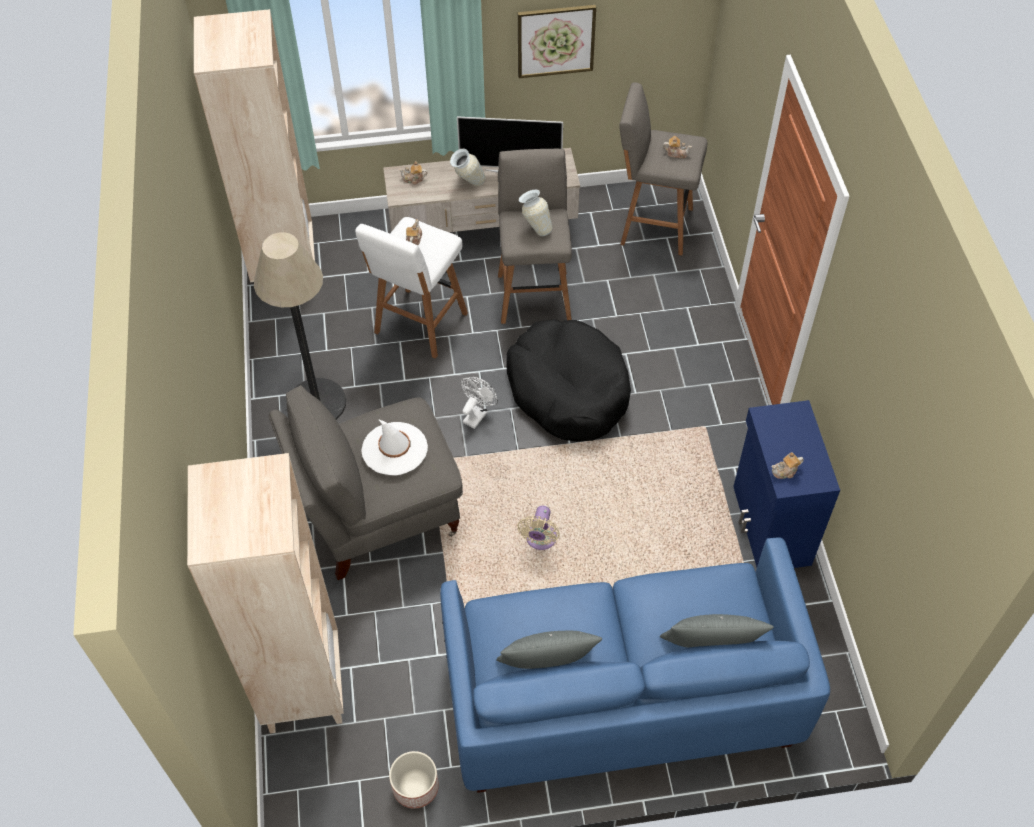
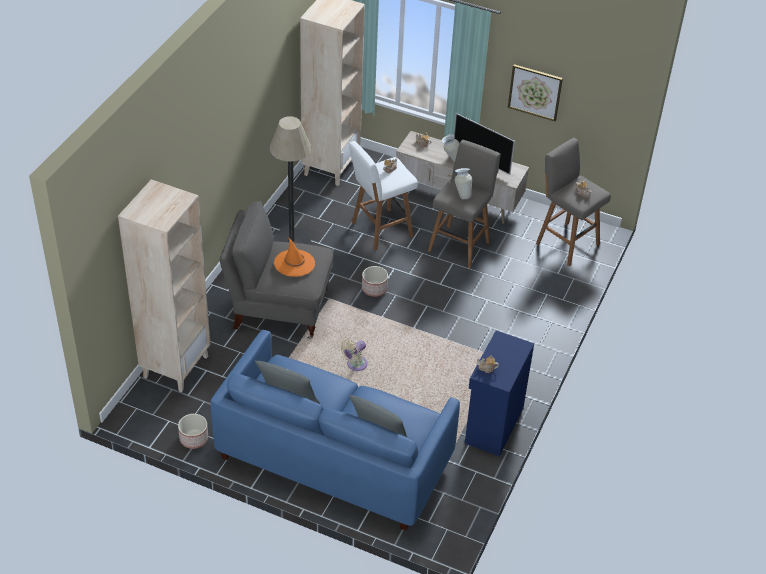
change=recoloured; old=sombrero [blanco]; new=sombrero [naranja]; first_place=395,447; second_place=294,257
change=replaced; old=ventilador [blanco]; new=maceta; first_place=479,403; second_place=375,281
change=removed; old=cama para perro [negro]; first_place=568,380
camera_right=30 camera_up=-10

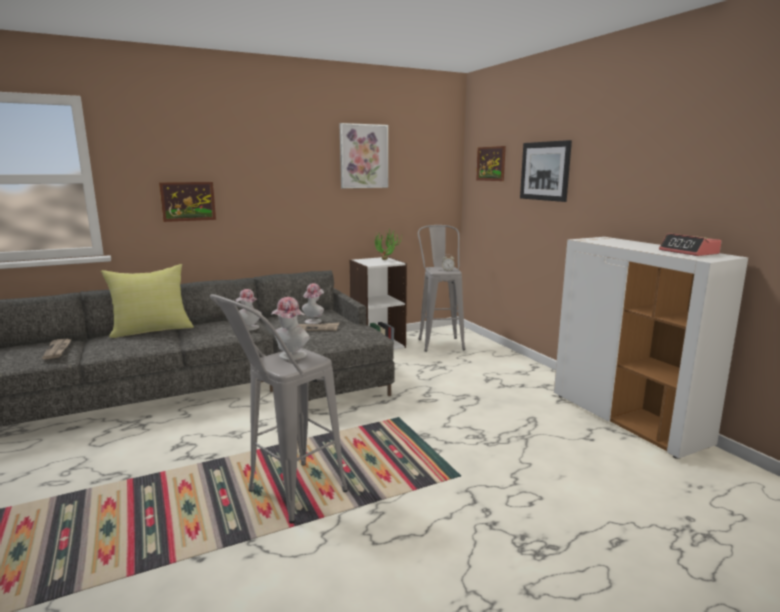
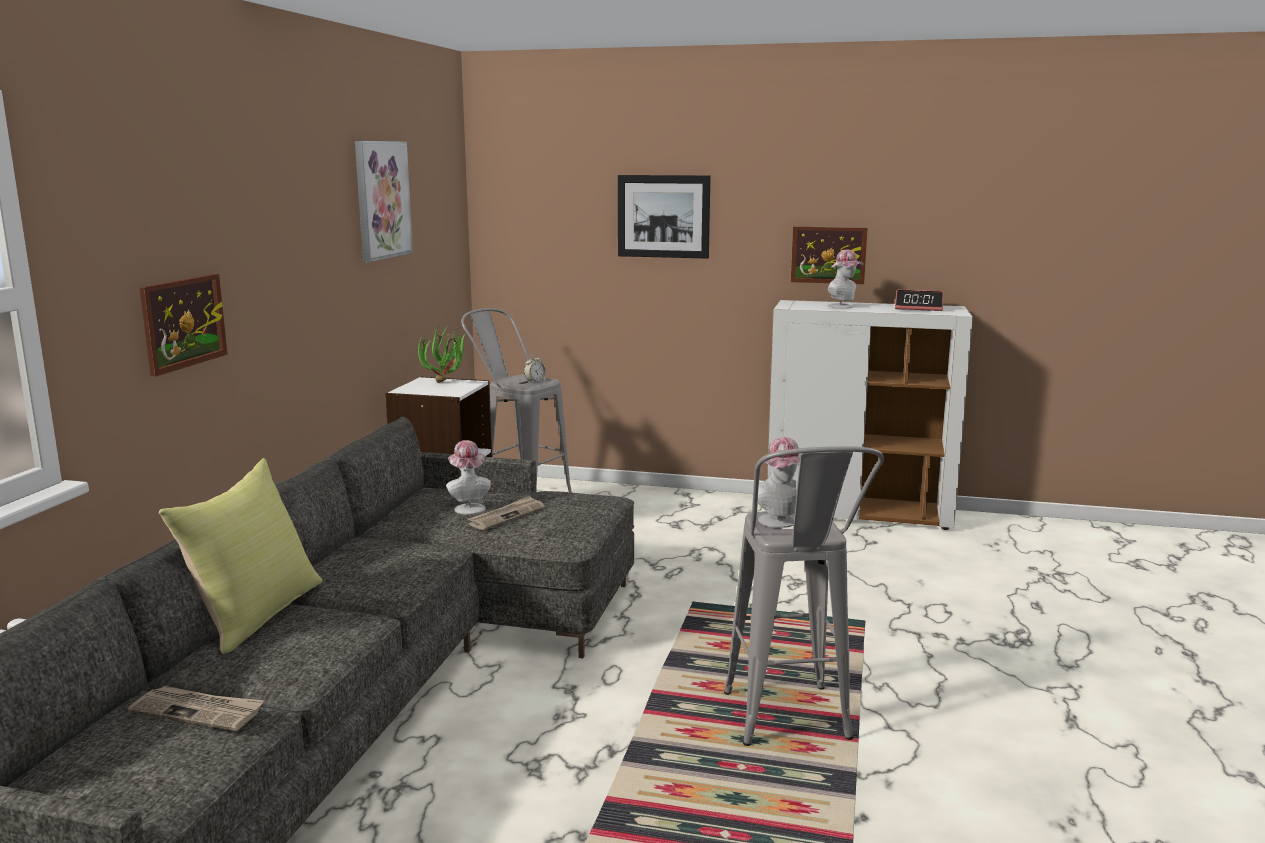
change=moved; old=cuadro; first_place=491,163; second_place=829,255
change=moved; old=sombrero; first_place=249,310; second_place=846,279
camera_right=-50 camera_up=0

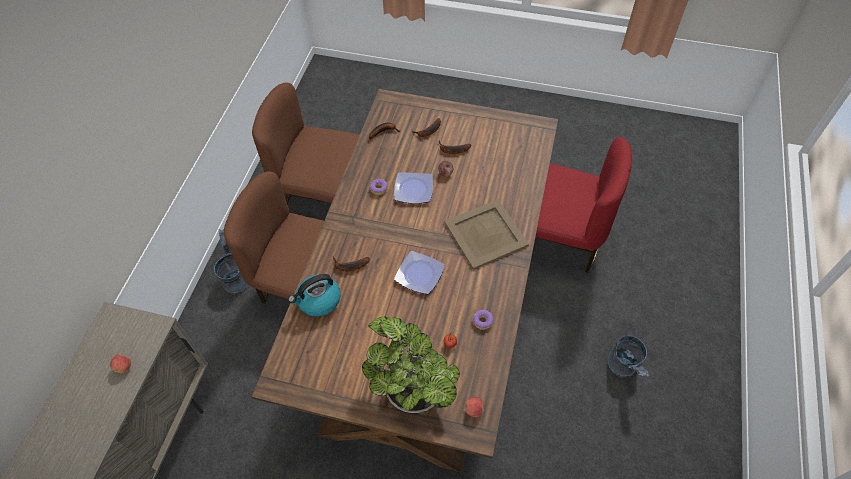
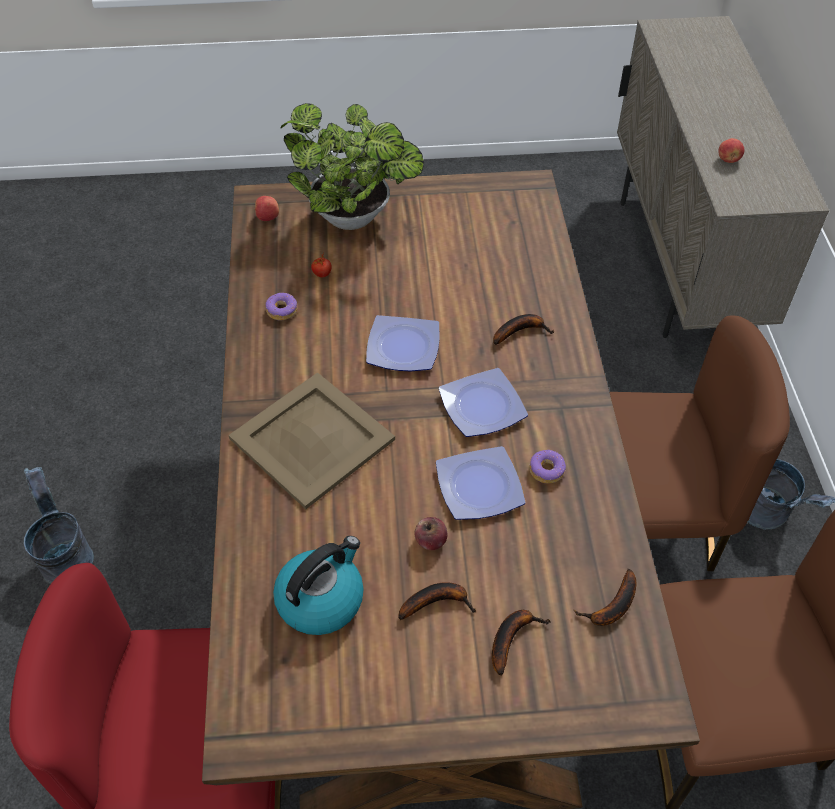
change=moved; old=hervidor; first_place=314,295; second_place=318,585
change=added; new=plato; second_place=483,402
camera_right=160 camera_up=-5

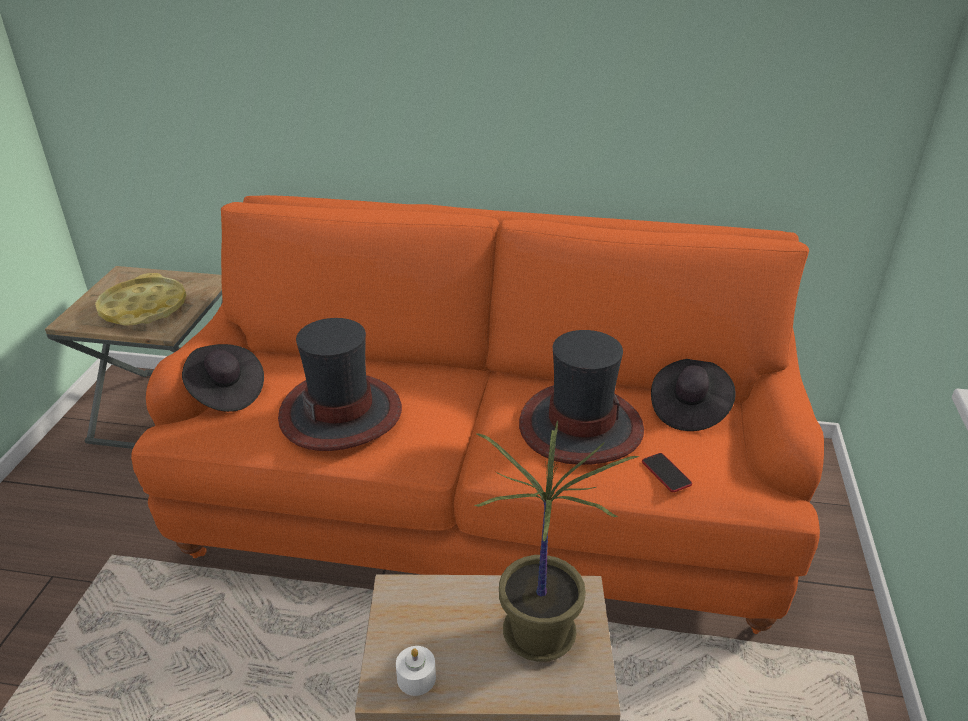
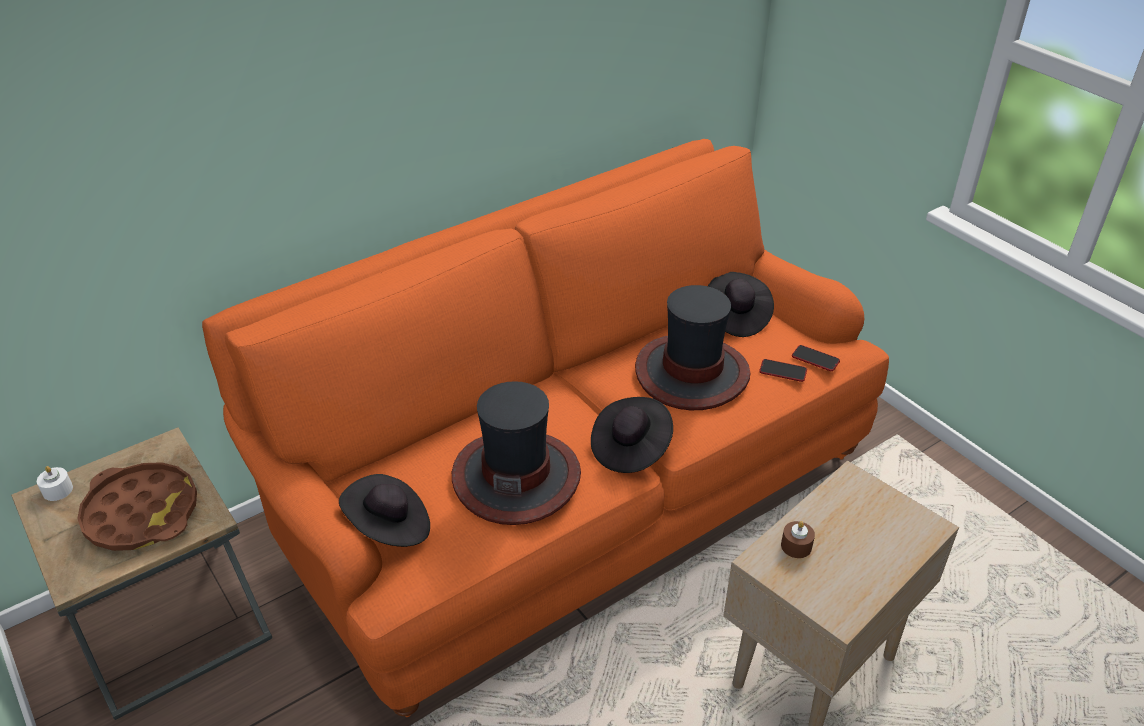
change=moved; old=vela [blanco]; first_place=416,671; second_place=55,483
change=recoloured; old=bandeja [amarillo]; new=bandeja [marrón]; first_place=140,299; second_place=137,506
change=added; new=sombrero [negro]; second_place=632,435
change=added; new=vela [marrón]; second_place=798,539
change=added; new=móvil; second_place=816,358
change=removed; old=planta en maceta; first_place=556,541
camera_right=-45 camera_up=5

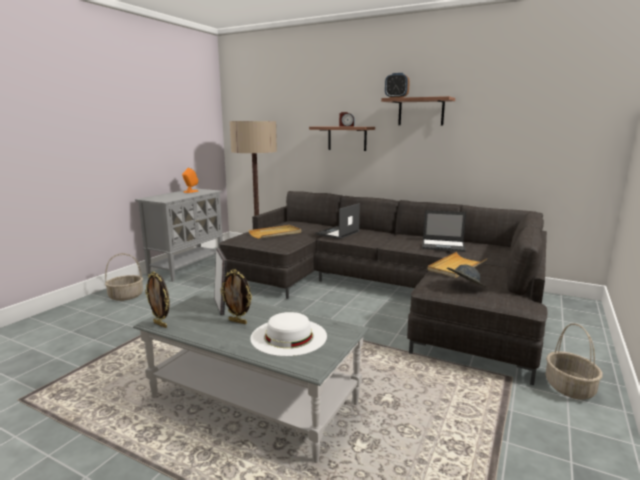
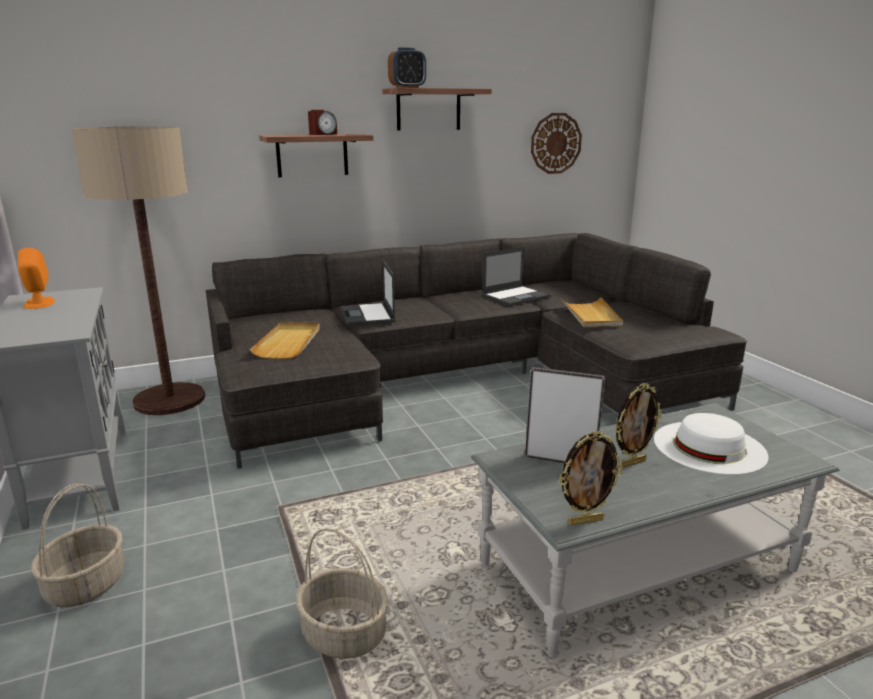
change=moved; old=cesta; first_place=574,361; second_place=342,593
change=added; new=reloj de pared; second_place=556,143
change=removed; old=sombrero [gris]; first_place=466,275
camera_right=-50 camera_up=5

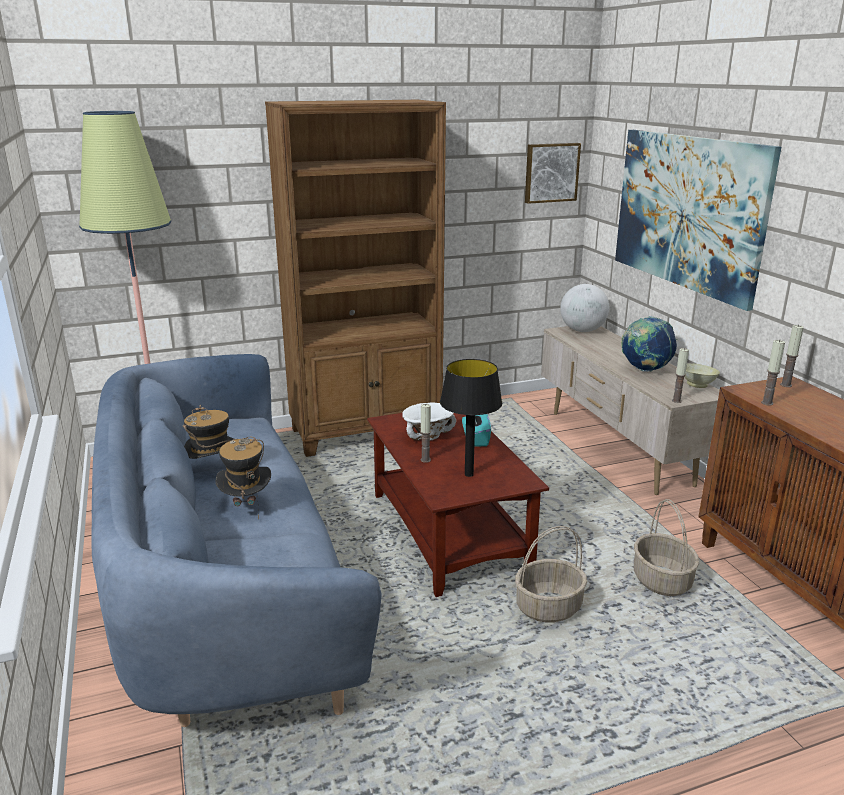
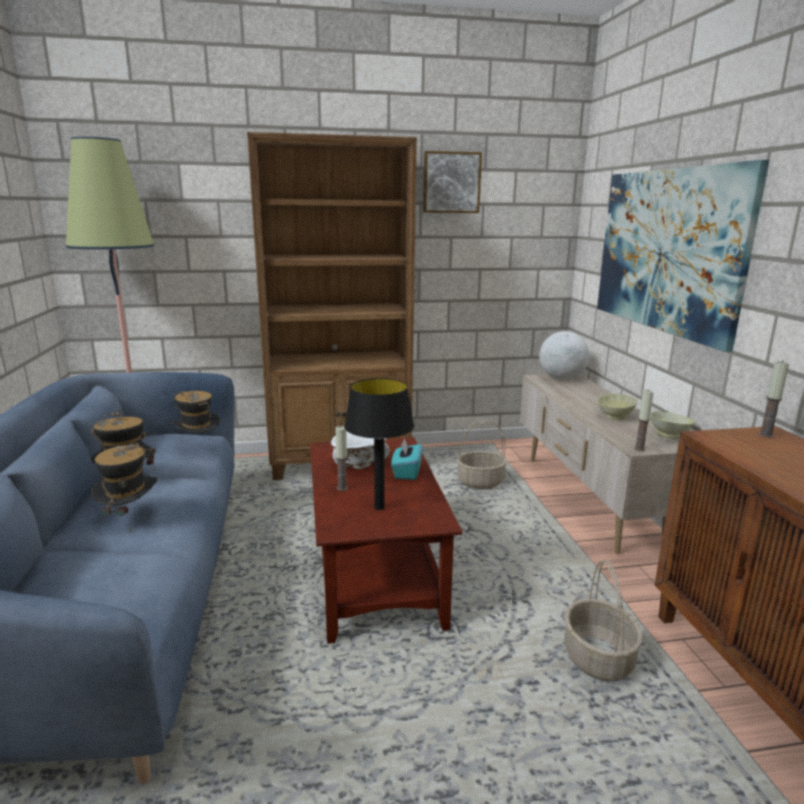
change=added; new=sombrero; second_place=195,416
change=moved; old=cuadro; first_place=553,173; second_place=452,182
change=moved; old=cesta; first_place=551,574; second_place=482,454
change=replaced; old=globo terráqueo; new=cuenco [beis]; first_place=649,344; second_place=617,407
change=removed; old=vela; first_place=773,372
camera_right=10 camera_up=-5

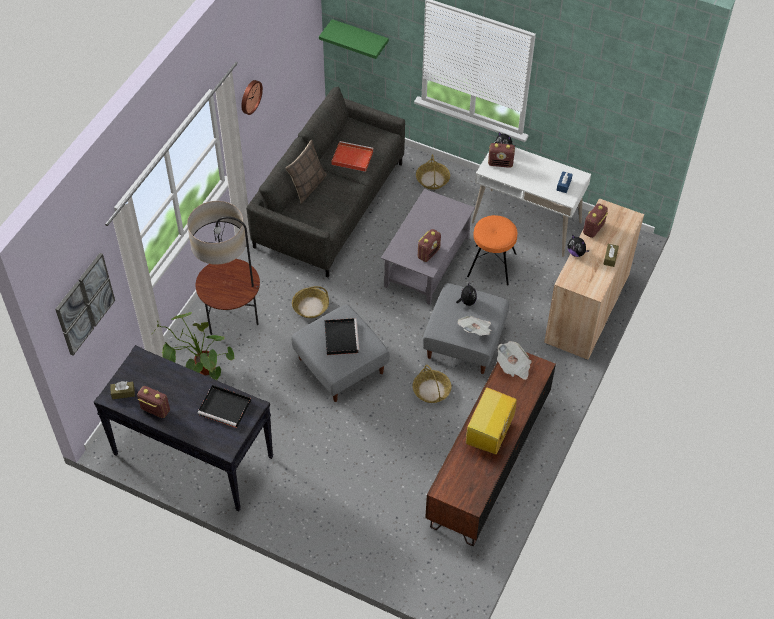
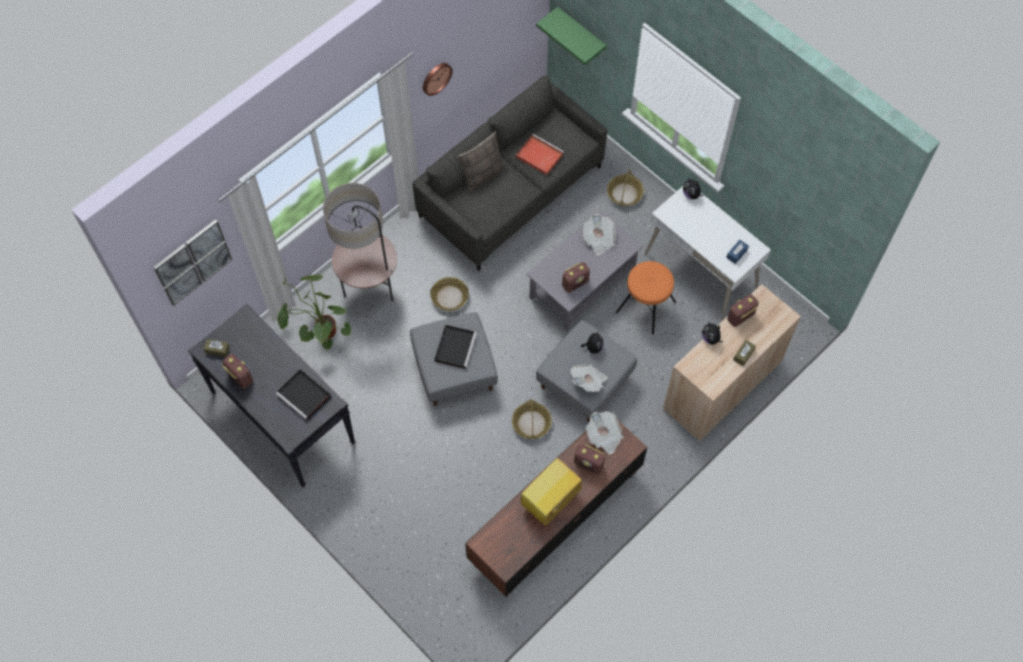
change=moved; old=radio; first_place=501,155; second_place=589,460
change=added; new=periódico; second_place=599,235
camera_right=20 camera_up=10

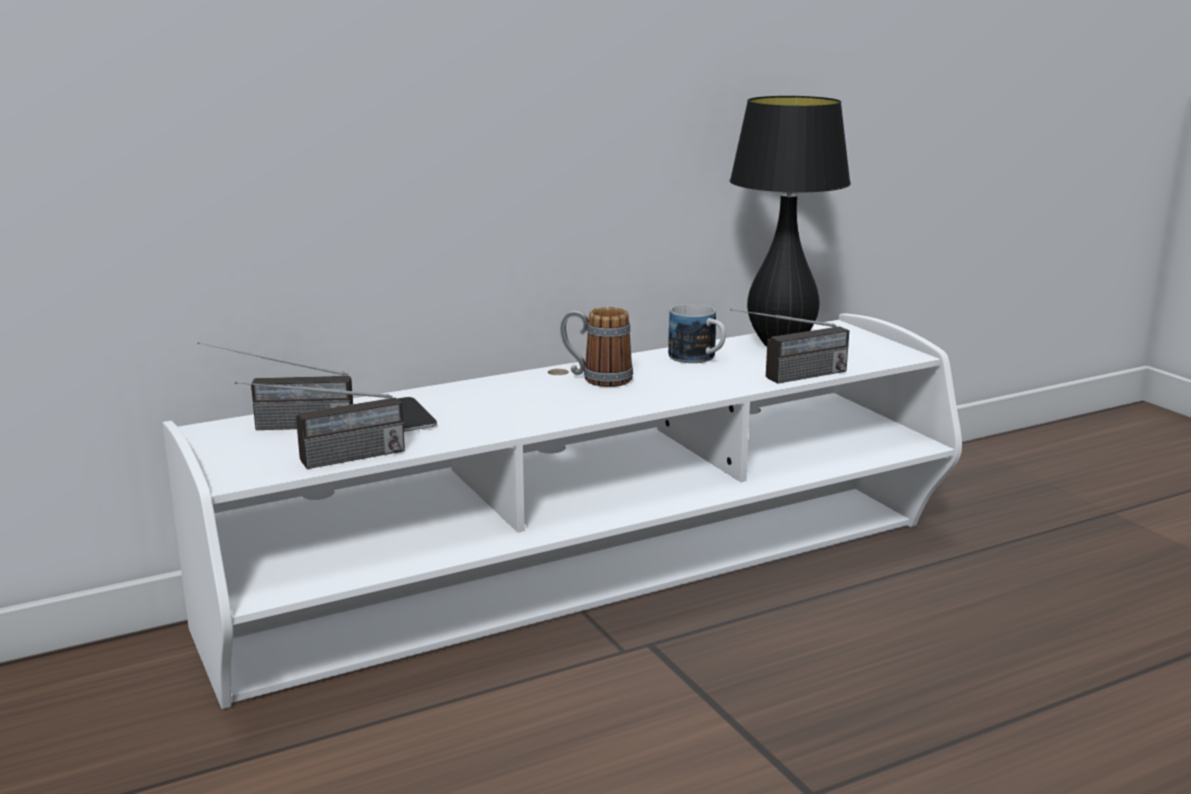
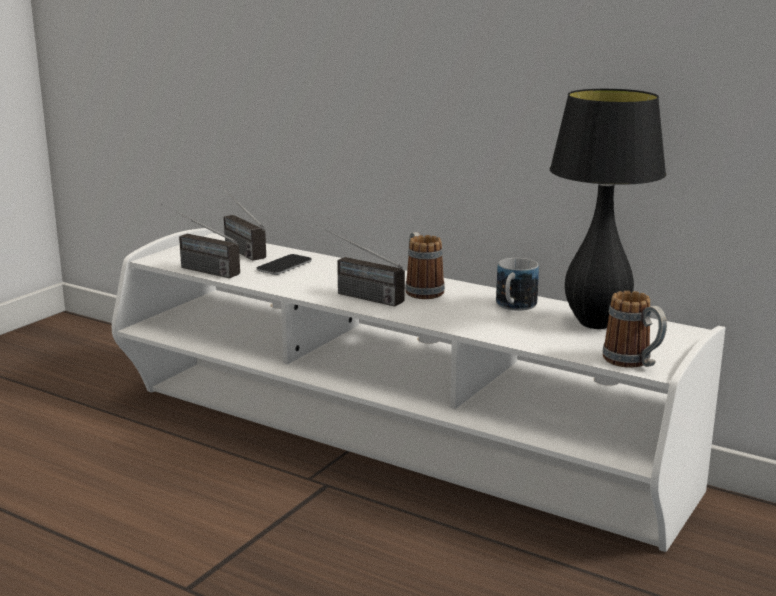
change=moved; old=radio; first_place=789,346; second_place=360,265
change=added; new=taza grande; second_place=634,329
camera_right=60 camera_up=0

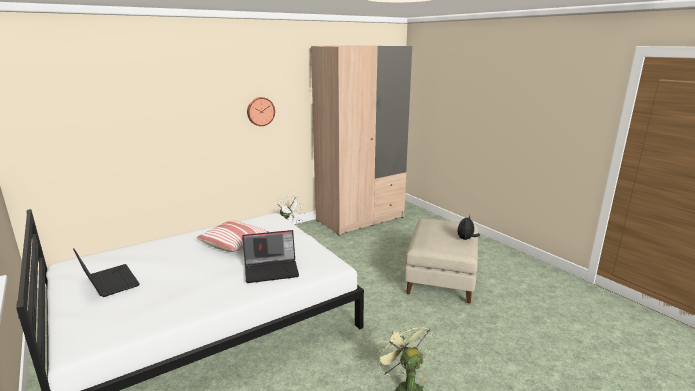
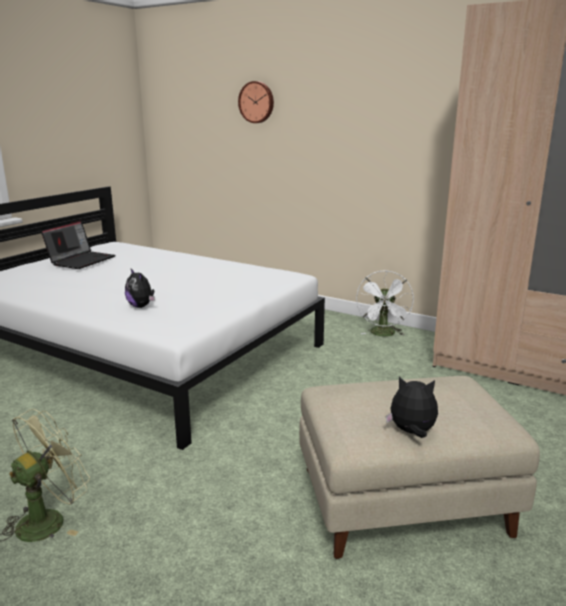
change=replaced; old=portátil; new=peluche; first_place=270,256; second_place=140,288
change=moved; old=reloj de pared; first_place=261,111; second_place=256,102
change=removed; old=cojín; first_place=233,236
camera_right=65 camera_up=0

